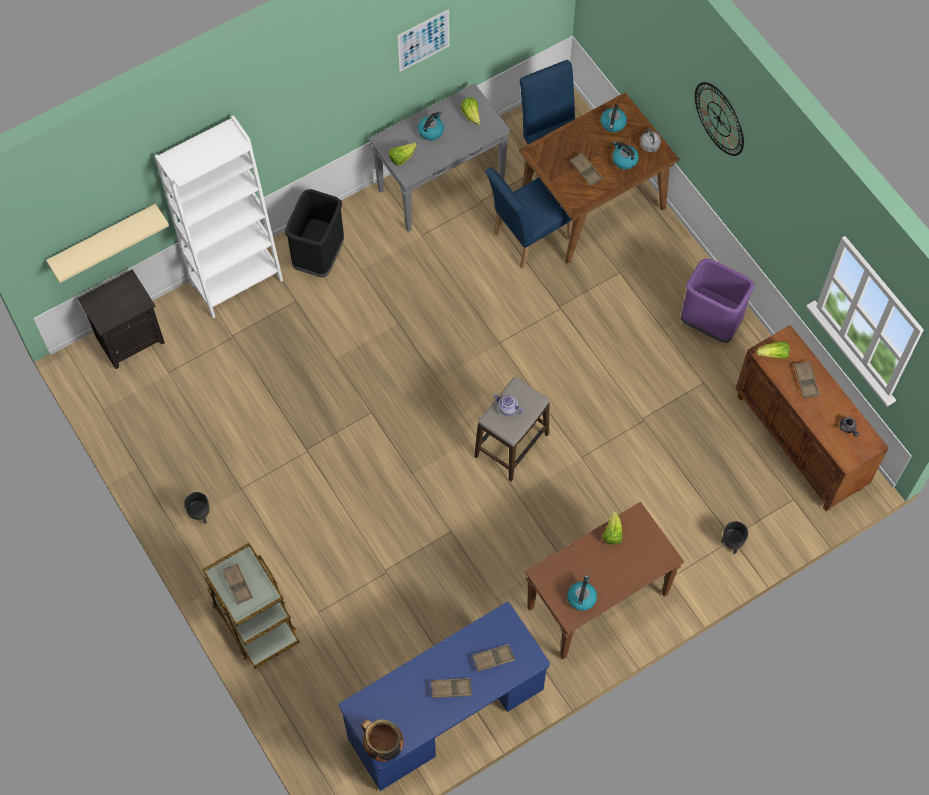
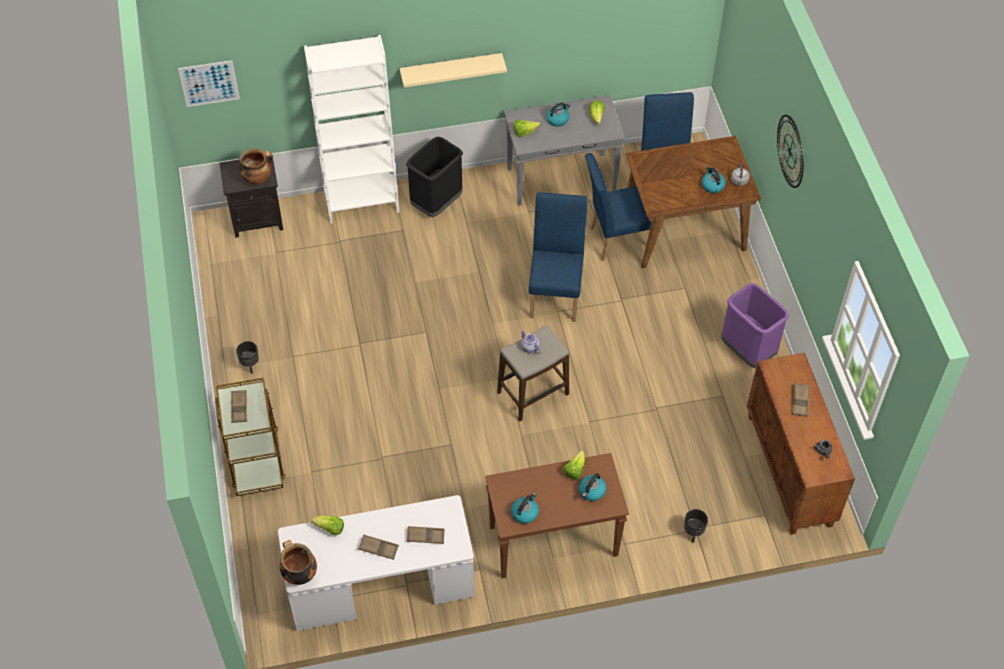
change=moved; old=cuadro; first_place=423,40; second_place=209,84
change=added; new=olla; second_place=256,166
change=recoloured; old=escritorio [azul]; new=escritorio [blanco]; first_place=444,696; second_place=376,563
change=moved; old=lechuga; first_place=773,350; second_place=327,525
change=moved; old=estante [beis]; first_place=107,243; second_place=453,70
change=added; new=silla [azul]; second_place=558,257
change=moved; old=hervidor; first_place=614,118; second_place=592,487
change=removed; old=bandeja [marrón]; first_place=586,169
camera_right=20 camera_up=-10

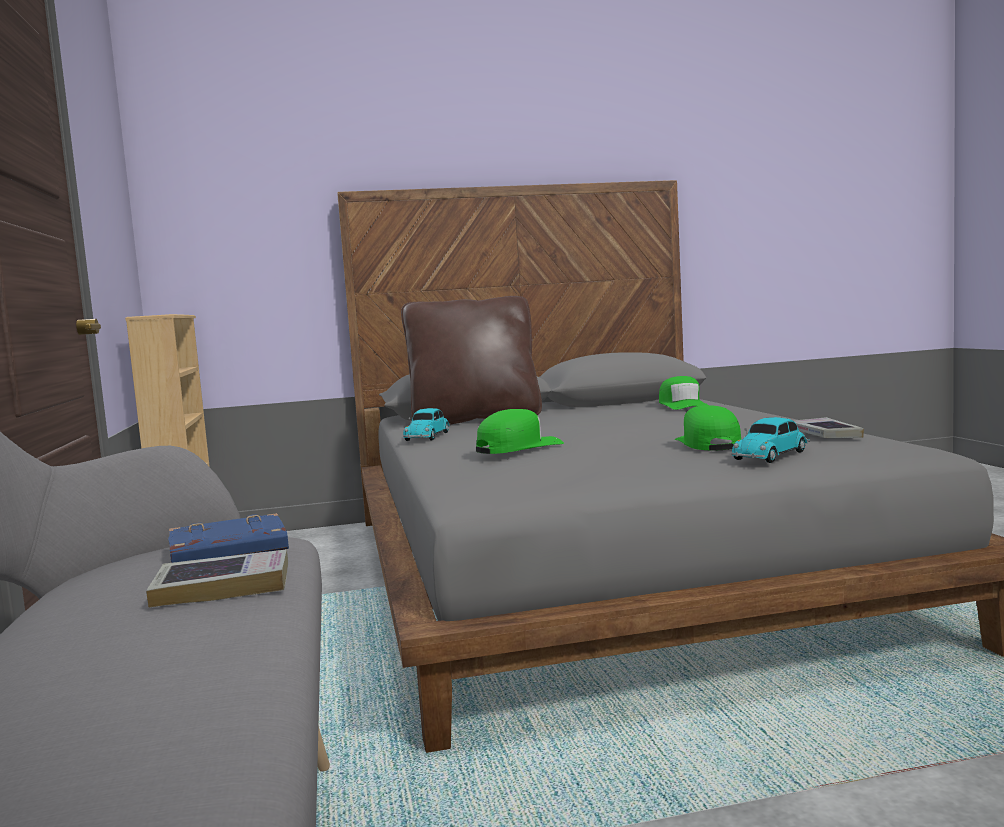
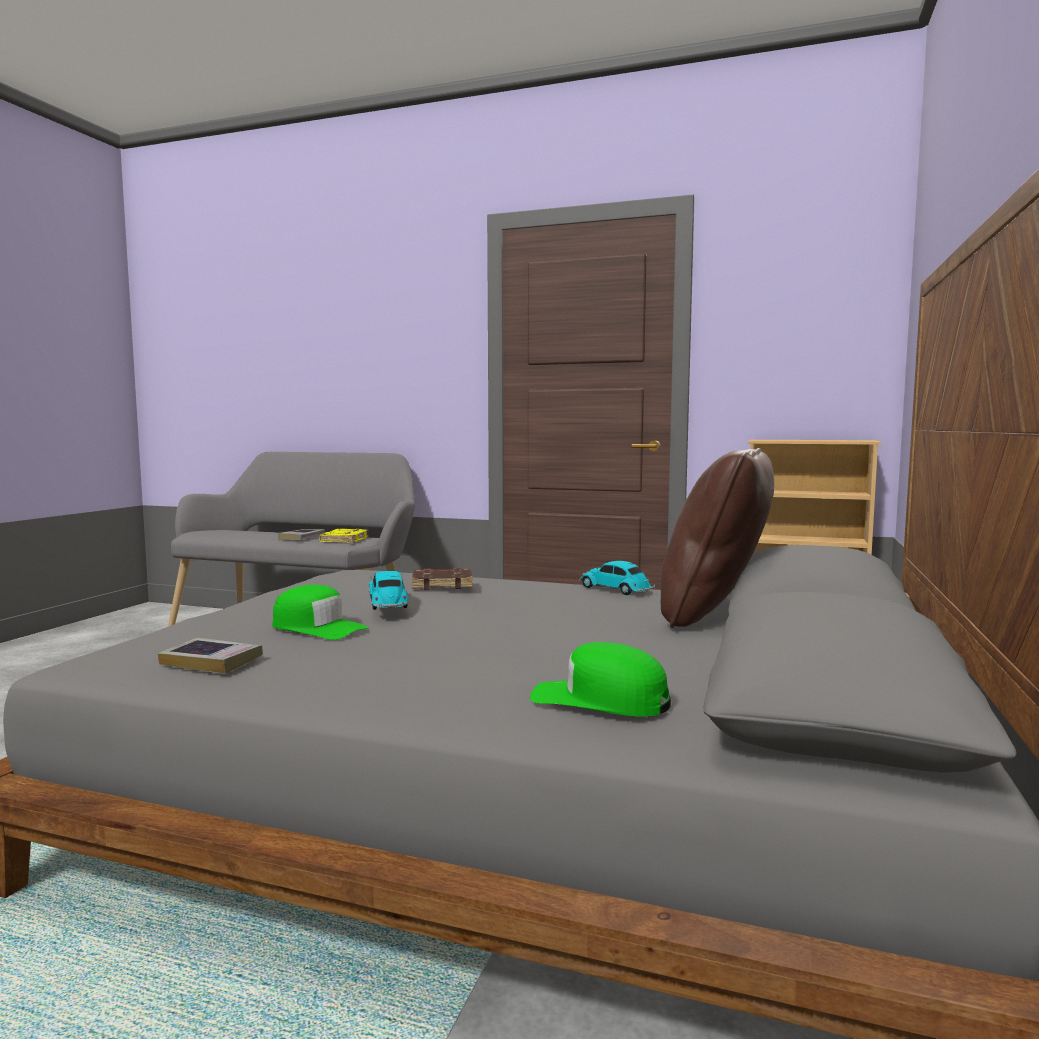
change=recoloured; old=libro [azul]; new=libro [amarillo]; first_place=228,538; second_place=344,535
change=moved; old=coche de juguete; first_place=770,440; second_place=389,590
change=replaced; old=gorra [verde]; new=libro [marrón]; first_place=520,431; second_place=442,579
camera_right=120 camera_up=0

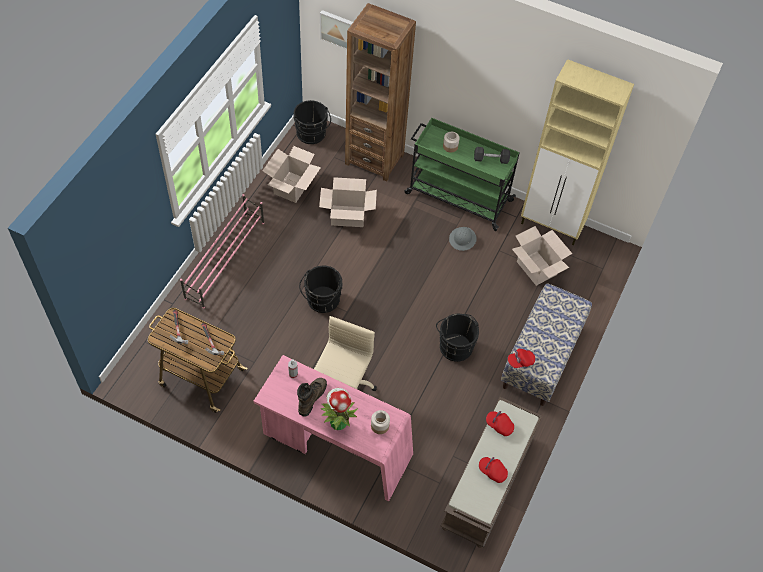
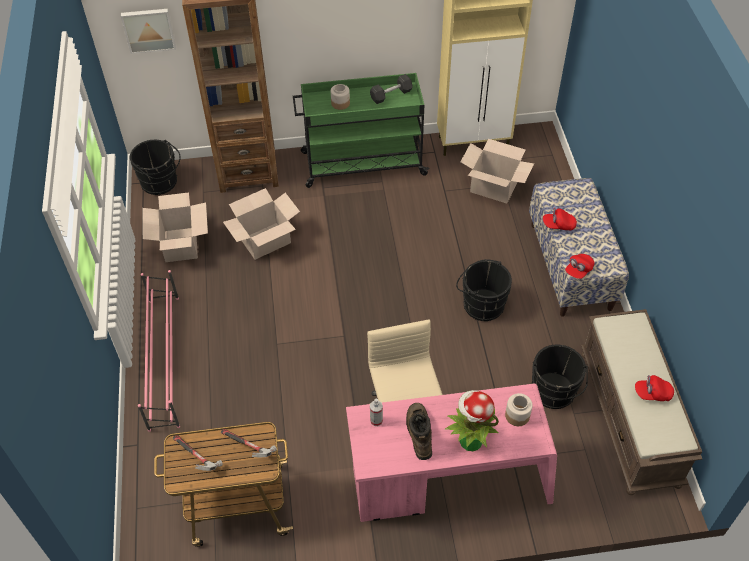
change=moved; old=cubo [negro]; first_place=320,289; second_place=560,377
change=moved; old=gorra [rojo]; first_place=500,423; second_place=560,219
change=removed; old=casco [gris]; first_place=463,239
camera_right=-30 camera_up=-5

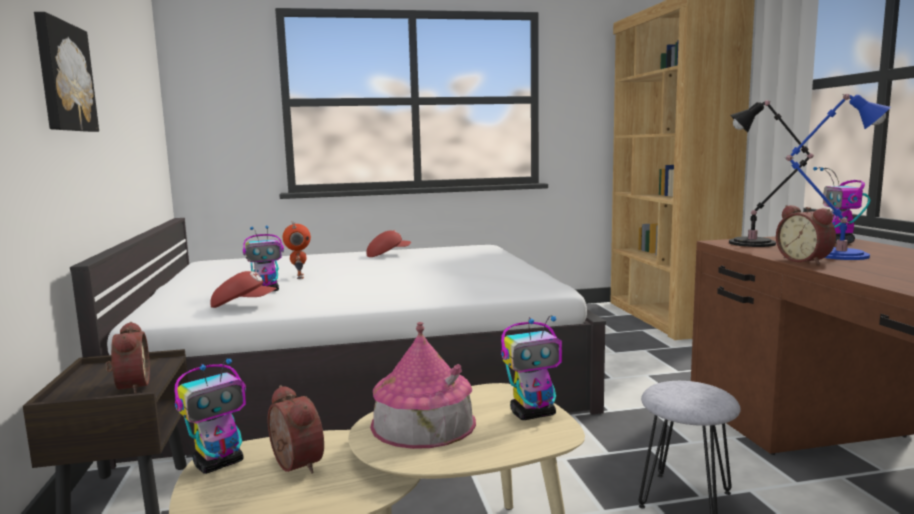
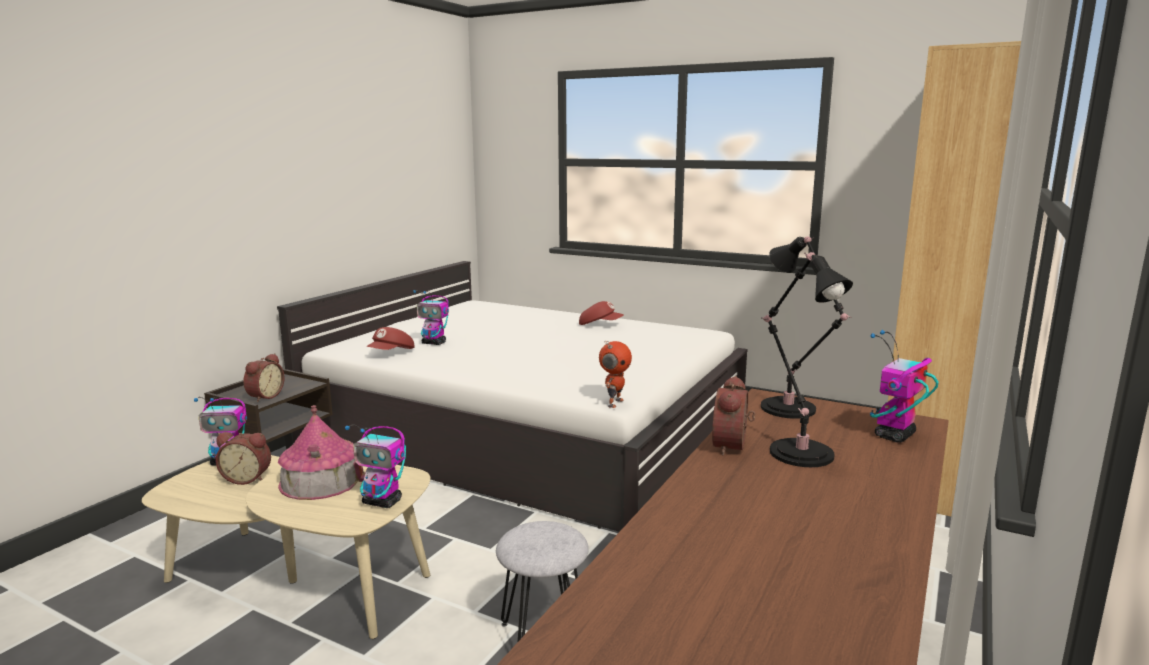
change=turned; old=despertador; first_place=296,429; second_place=243,458; degrees=90
change=turned; old=gorra [rojo]; first_place=243,289; second_place=390,338; degrees=75
change=moved; old=robot de juguete; first_place=297,250; second_place=615,374
change=recoloured; old=lámpara de mesa [azul]; new=lámpara de mesa [negro]; first_place=838,177; second_place=807,359
change=removed; old=cuadro; first_place=66,72
camera_right=40 camera_up=5

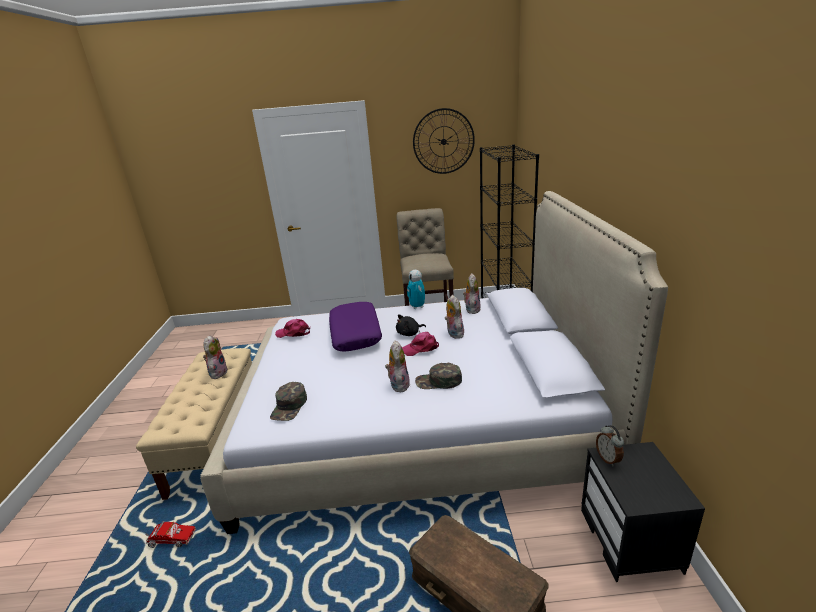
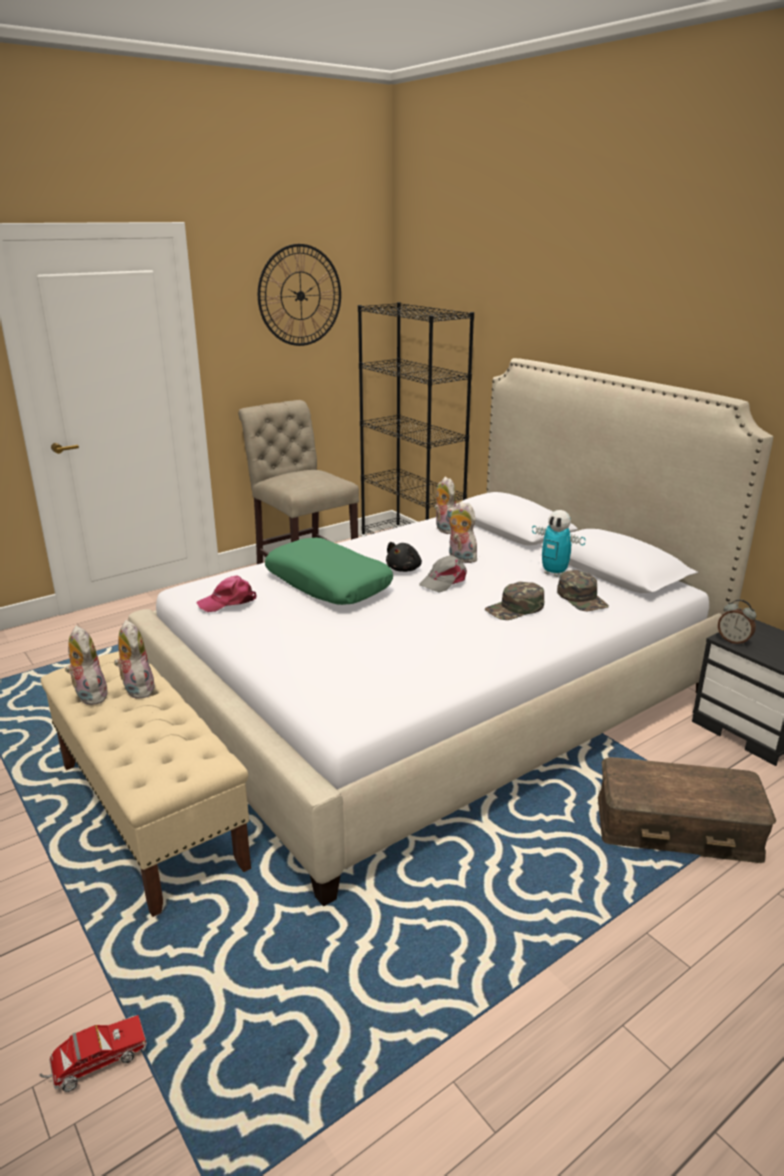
change=moved; old=camión de juguete; first_place=170,534; second_place=93,1053
change=moved; old=peluche; first_place=397,366; second_place=86,665
change=recoloured; old=cojín [morado]; new=cojín [verde]; first_place=355,327; second_place=329,571
change=recoloured; old=gorra [rosa]; new=gorra [gris]; first_place=420,344; second_place=443,574
change=moved; old=robot de juguete; first_place=416,289; second_place=559,543
change=moved; old=gorra [verde]; first_place=288,401; second_place=583,590
camera_right=-35 camera_up=0

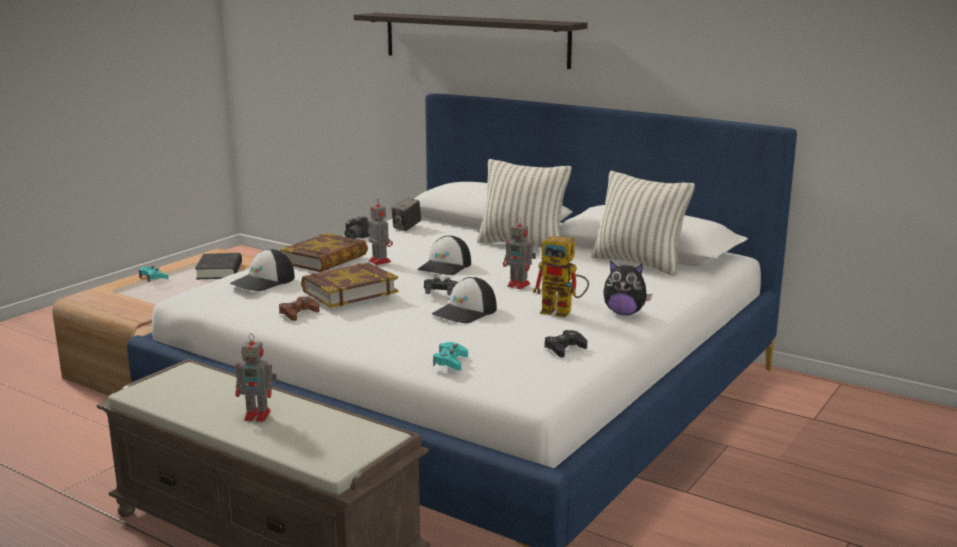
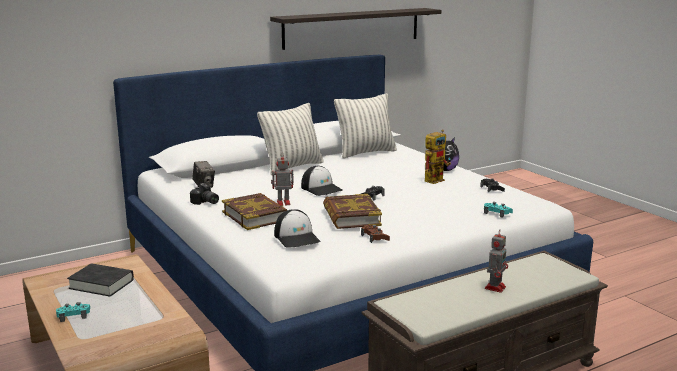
change=moved; old=estante; first_place=471,41; second_place=355,29
change=removed; old=gorra; first_place=464,300
change=removed; old=robot de juguete; first_place=519,253
camera_right=-65 camera_up=0

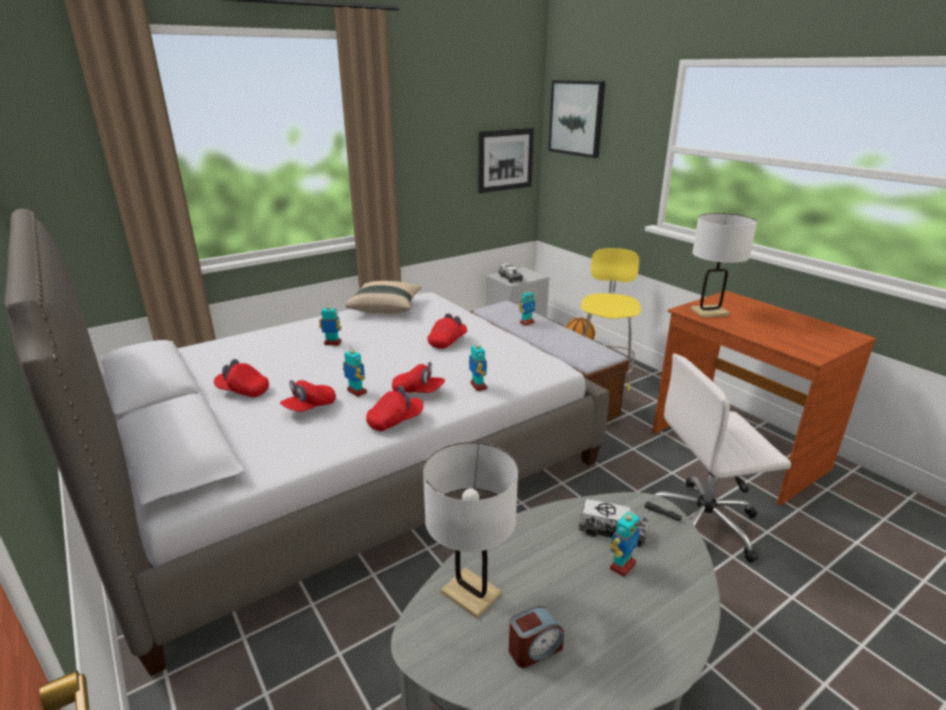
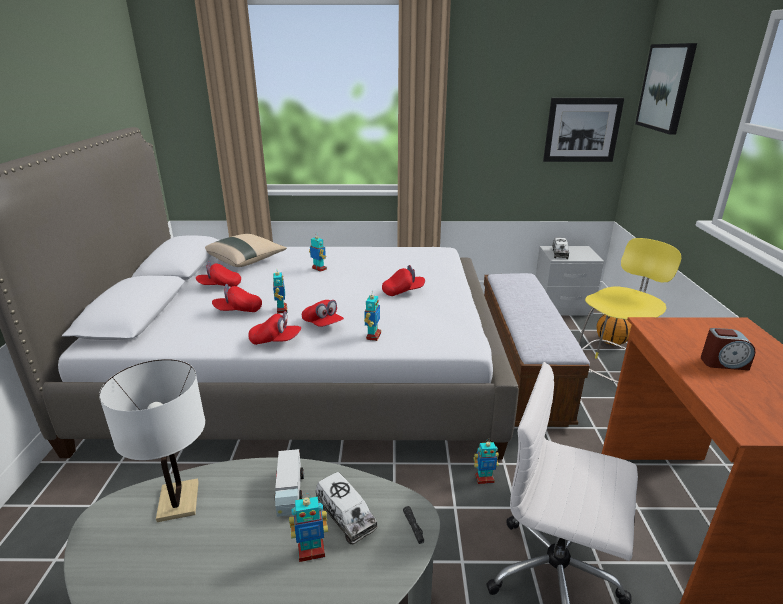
change=turned; old=gorra [rojo]; first_place=241,378; second_place=218,274; degrees=-60
change=moved; old=cojín [beis]; first_place=383,297; second_place=246,250
change=added; new=camión de juguete; second_place=289,483
change=moved; old=robot de juguete; first_place=527,307; second_place=486,461
change=moved; old=despertador; first_place=536,637; second_place=728,349
change=removed; old=lámpara de mesa [blanco]; first_place=724,265
camera_right=35 camera_up=0

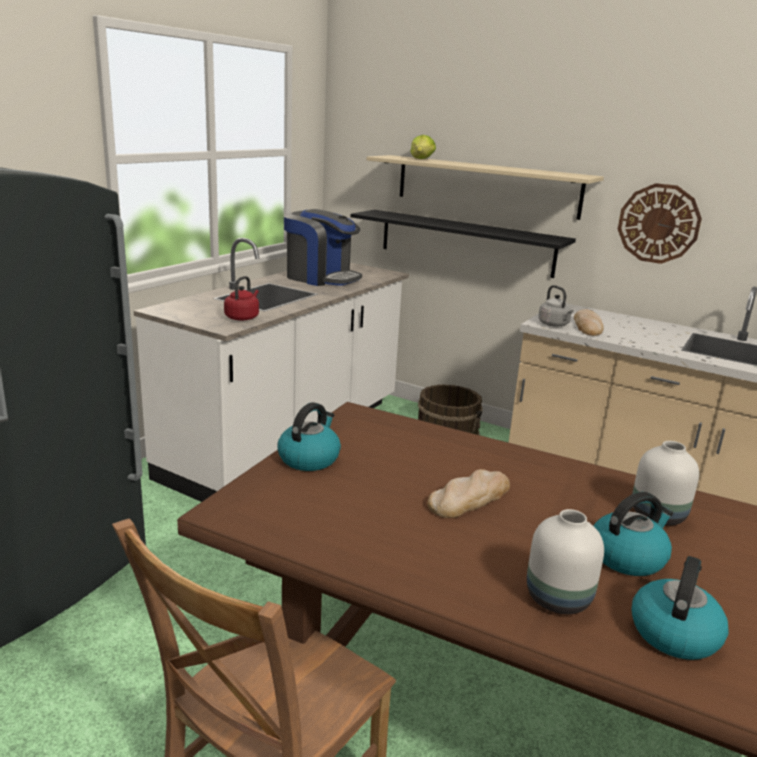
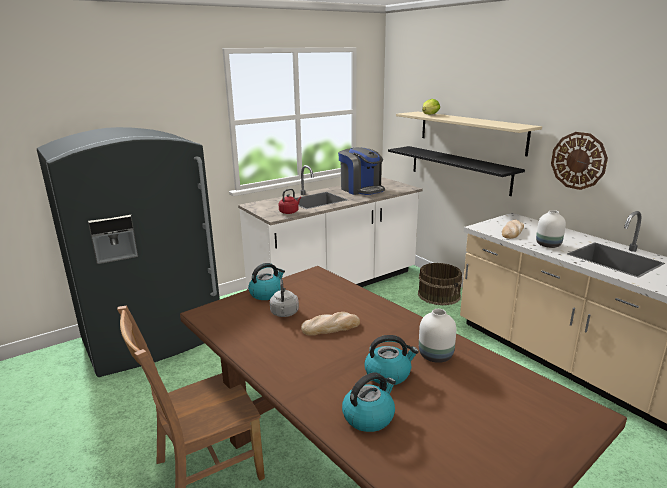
change=moved; old=hervidor [gris]; first_place=556,306; second_place=284,298
change=moved; old=florero [blanco]; first_place=565,561; second_place=551,229
camera_right=25 camera_up=0

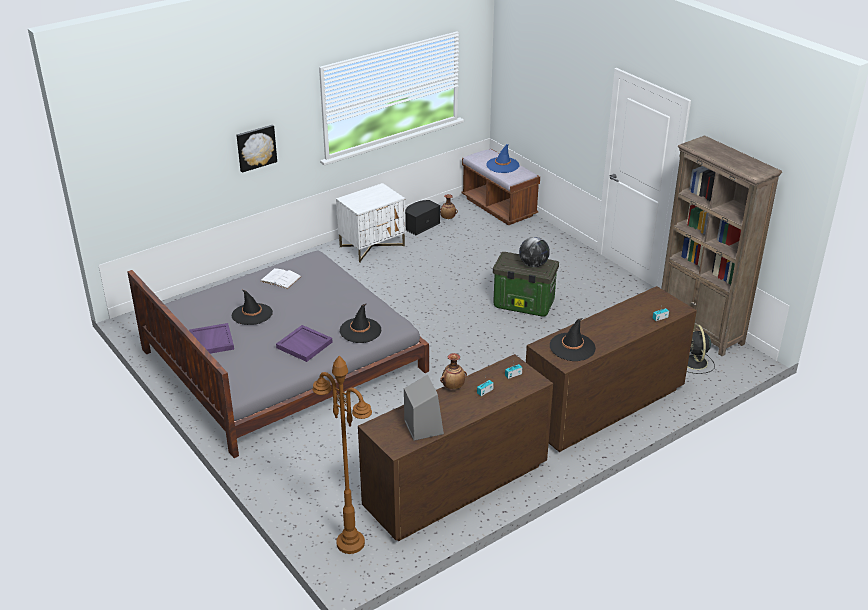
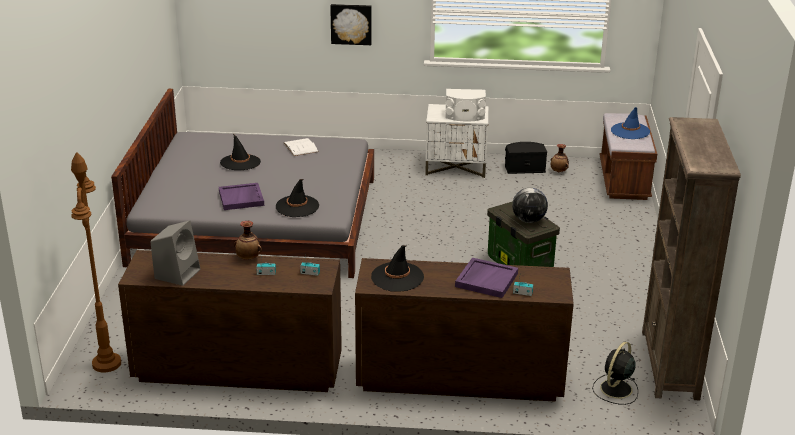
change=added; new=altavoz [blanco]; second_place=465,105
change=moved; old=bandeja [morado]; first_place=211,338; second_place=486,278
camera_right=40 camera_up=-5

